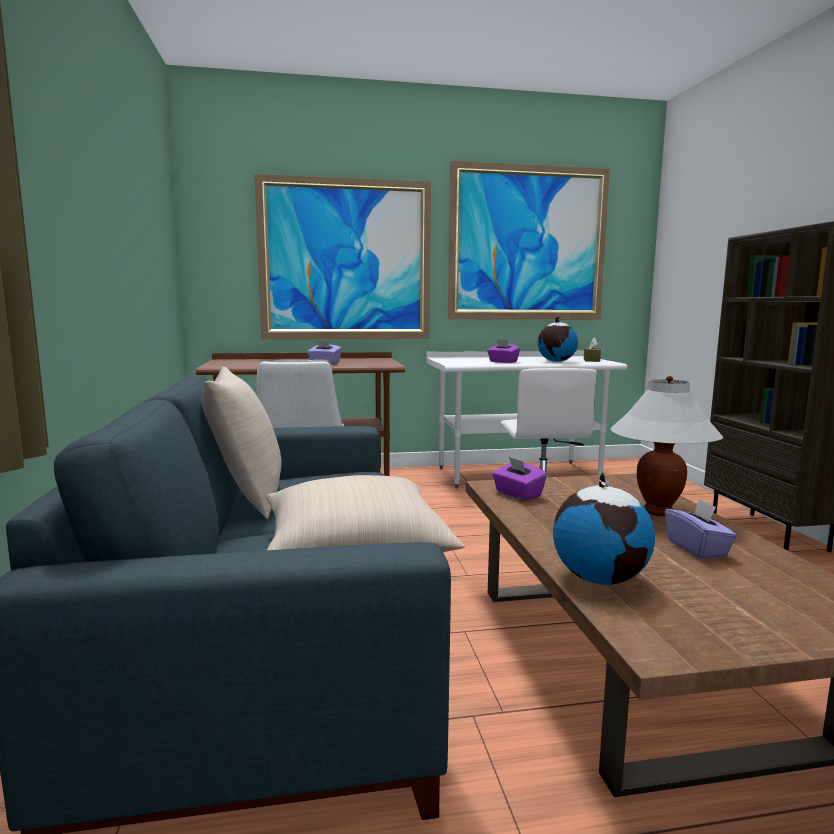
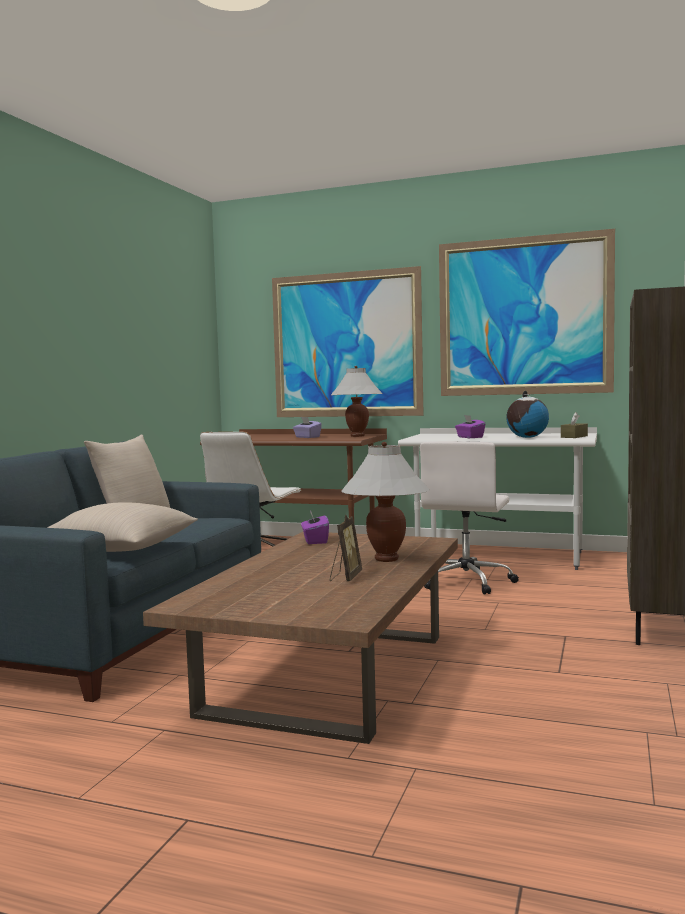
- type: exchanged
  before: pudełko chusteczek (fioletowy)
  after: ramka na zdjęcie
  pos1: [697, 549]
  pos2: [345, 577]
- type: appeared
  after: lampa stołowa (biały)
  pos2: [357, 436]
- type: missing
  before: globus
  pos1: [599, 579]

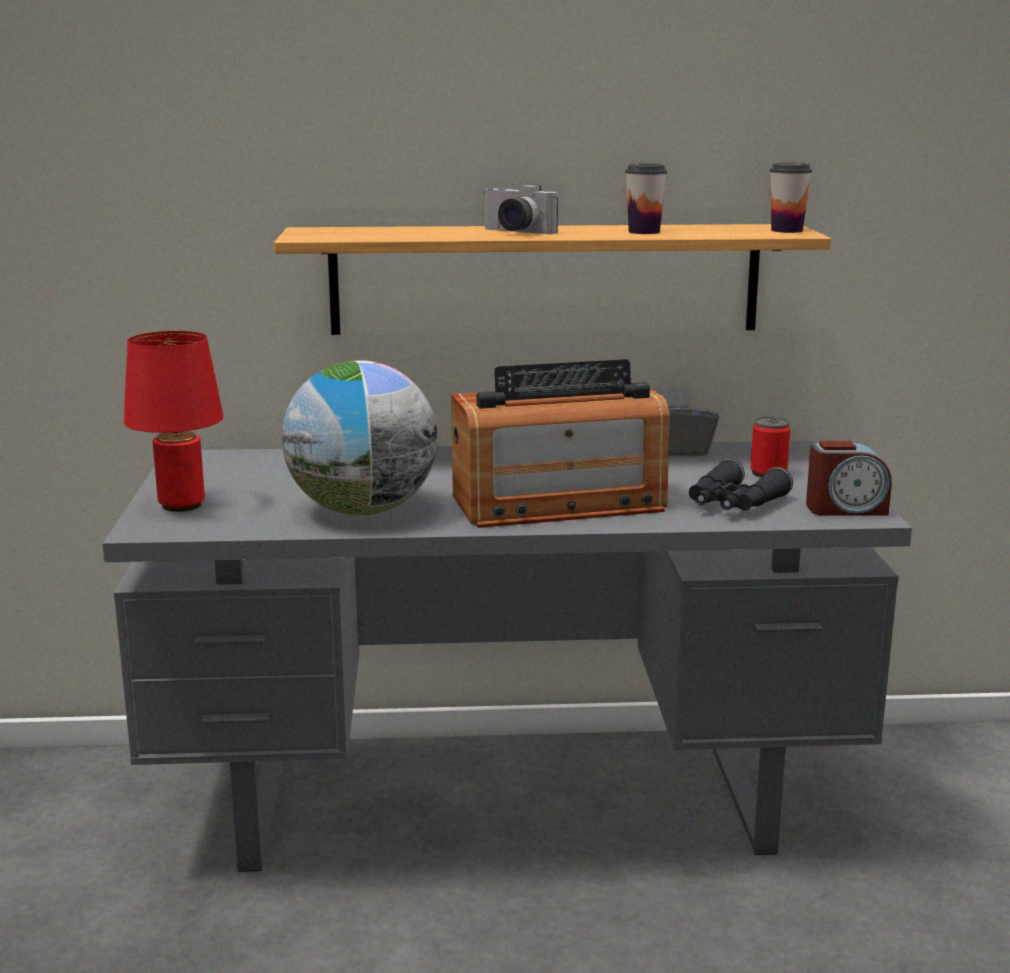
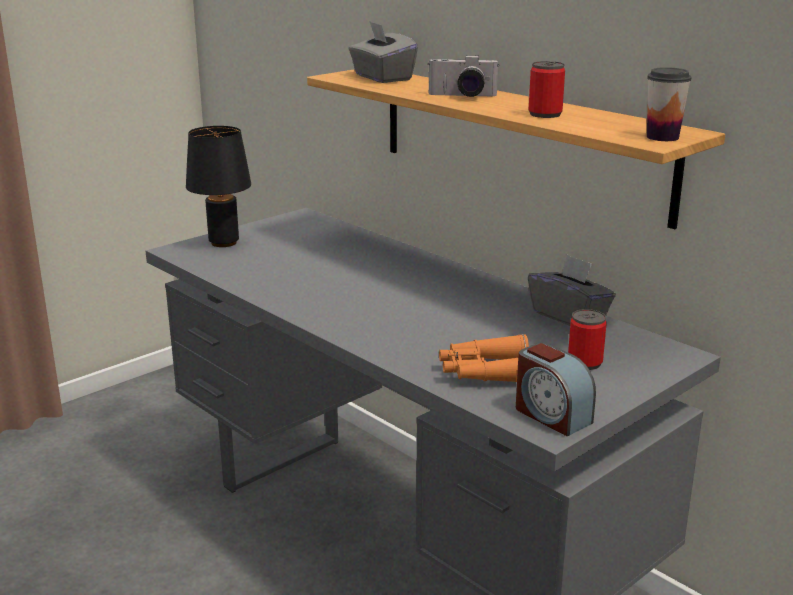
- type: colour
  before: lampa stołowa (czerwony)
  after: lampa stołowa (czarny)
  pos1: [183, 505]
  pos2: [224, 243]
- type: appeared
  after: pudełko chusteczek (szary)
  pos2: [382, 78]
- type: spun
  before: aparat fotograficzny
  pos1: [514, 232]
  pos2: [462, 96]
  turn: -75
- type: colour
  before: lornetka (czarny)
  after: lornetka (pomarańczowy)
  pos1: [733, 504]
  pos2: [486, 373]
- type: exchanged
  before: filiżanka
  after: puszka
  pos1: [644, 232]
  pos2: [545, 114]
- type: missing
  before: globus
  pos1: [362, 511]
- type: missing
  before: radio
  pos1: [558, 504]

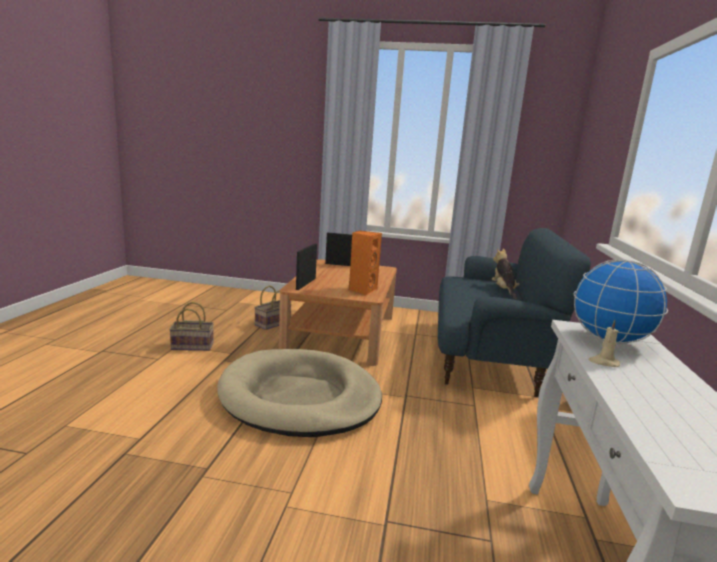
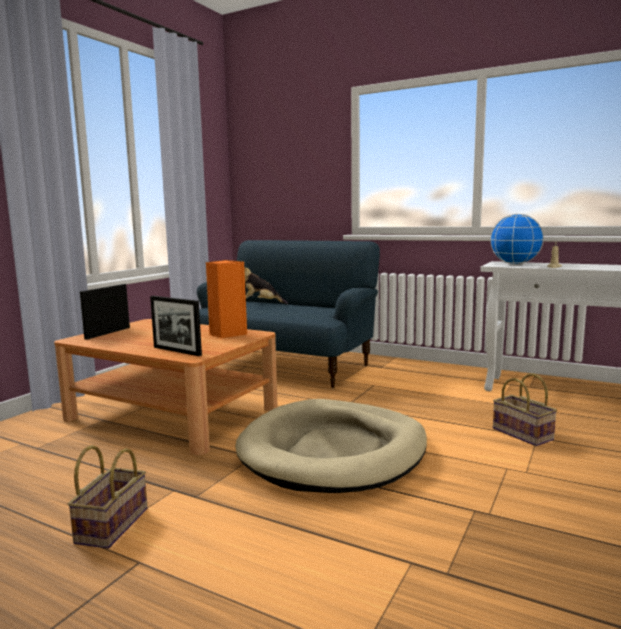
- type: relocated
  before: koszyk
  pos1: [272, 324]
  pos2: [524, 434]

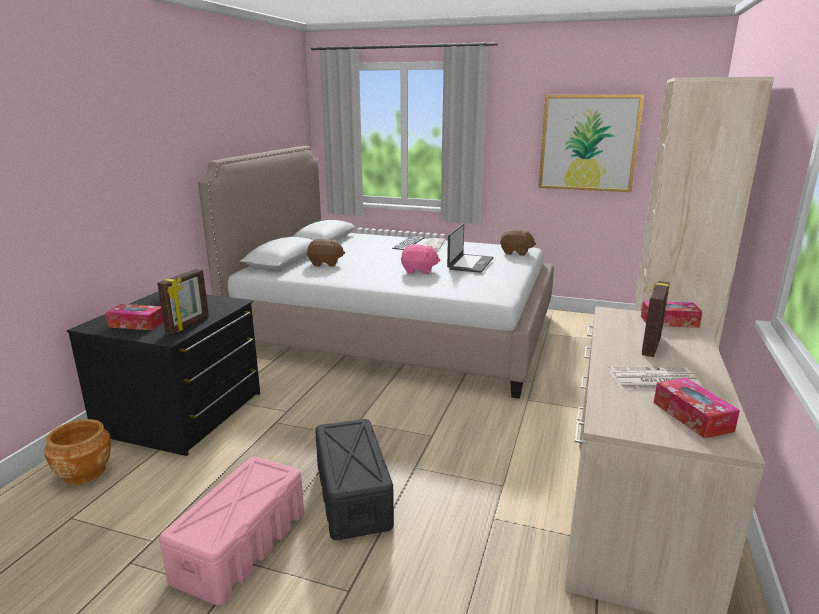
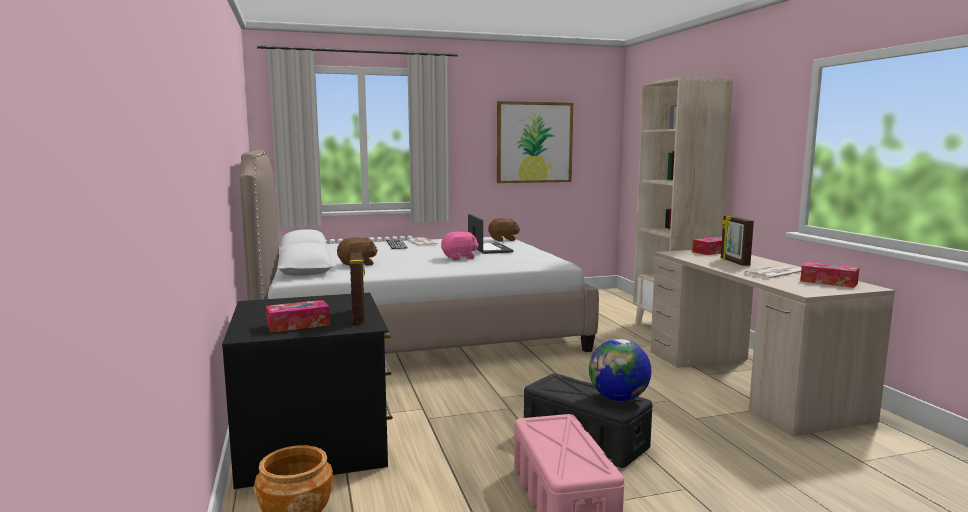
- type: appeared
  after: globus
  pos2: [618, 398]

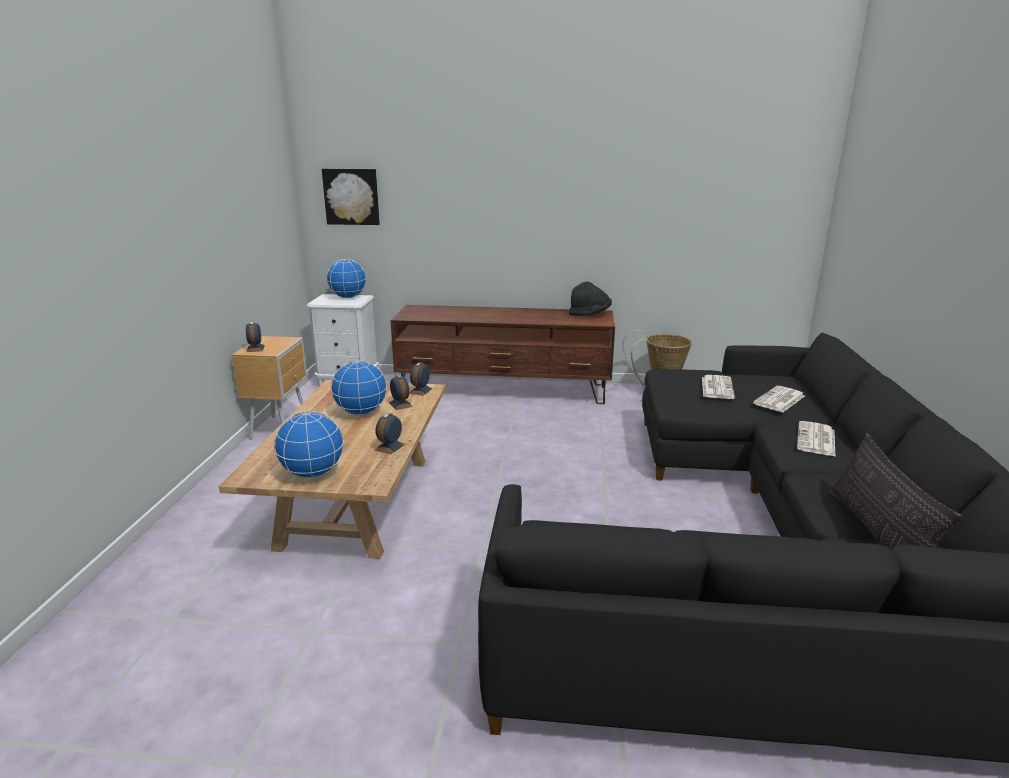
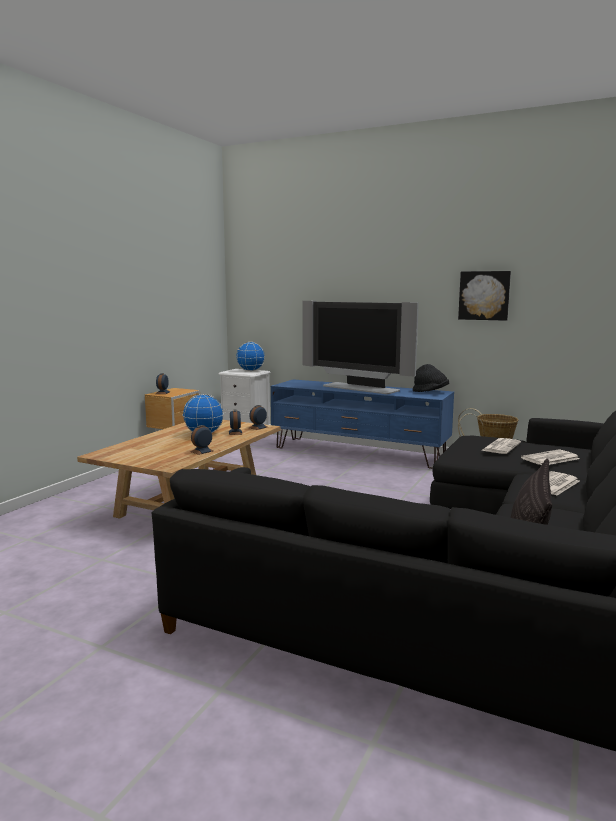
- type: colour
  before: szafka pod telewizor (brązowy)
  after: szafka pod telewizor (niebieski)
  pos1: [505, 390]
  pos2: [359, 452]
- type: appeared
  after: telewizor
  pos2: [359, 388]
- type: relocated
  before: obraz
  pos1: [352, 196]
  pos2: [484, 295]
- type: missing
  before: globus
  pos1: [313, 473]

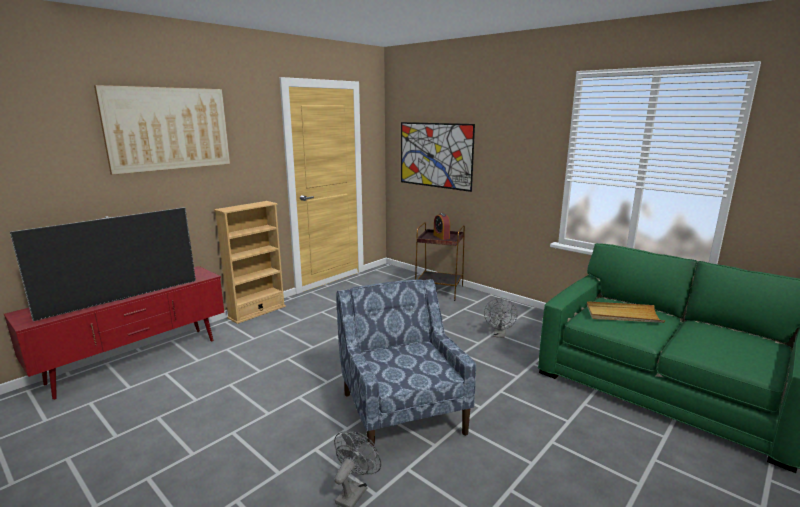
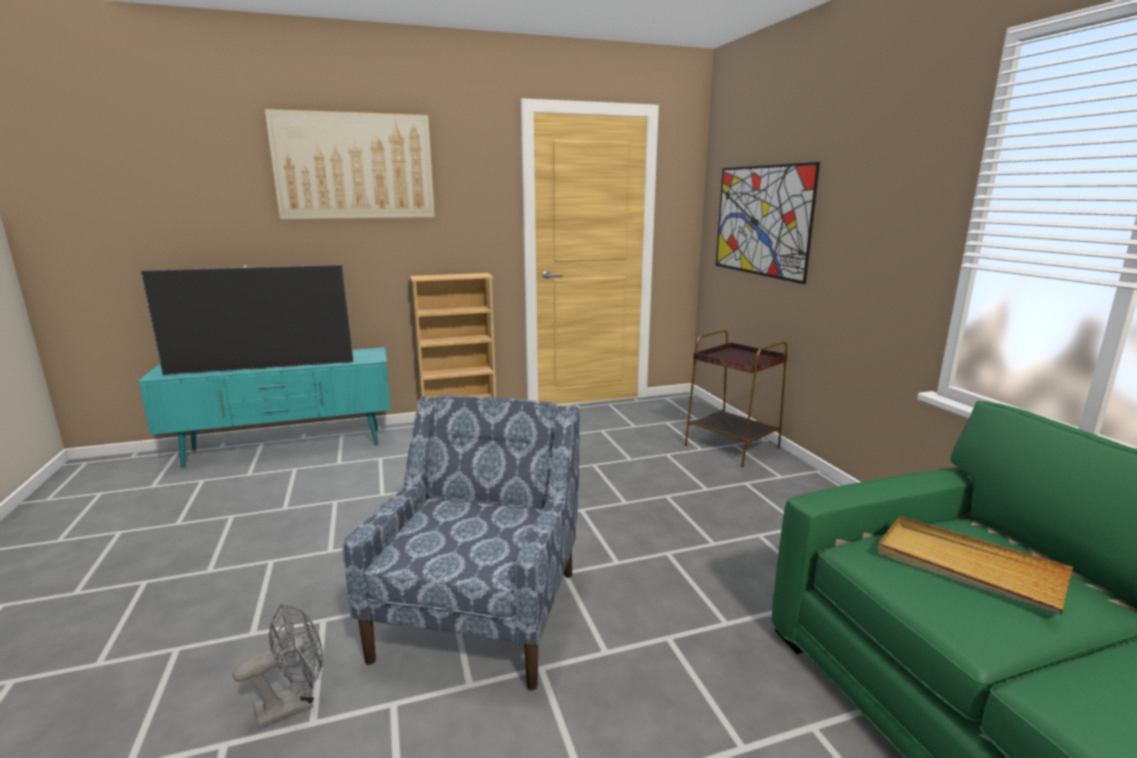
- type: colour
  before: szafka pod telewizor (czerwony)
  after: szafka pod telewizor (turkusowy)
  pos1: [136, 361]
  pos2: [286, 448]
- type: missing
  before: budzik
  pos1: [441, 237]
- type: missing
  before: wentylator (szary)
  pos1: [499, 335]

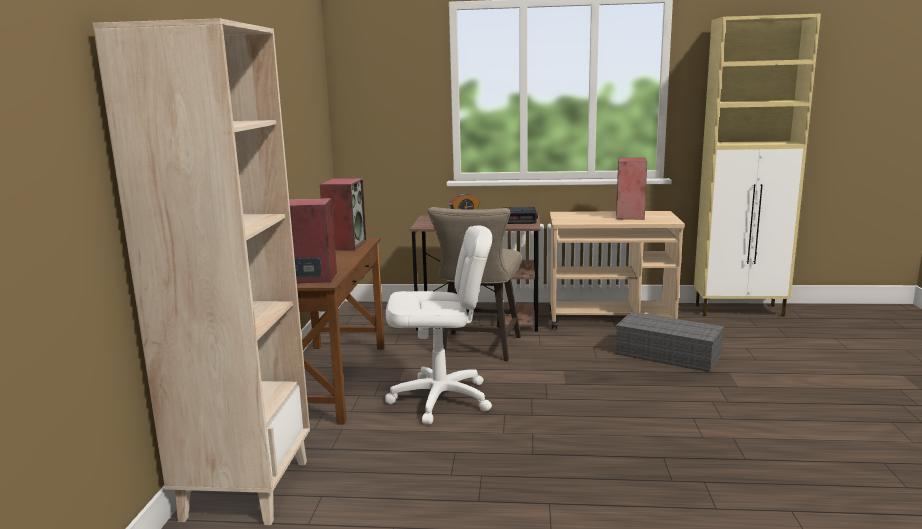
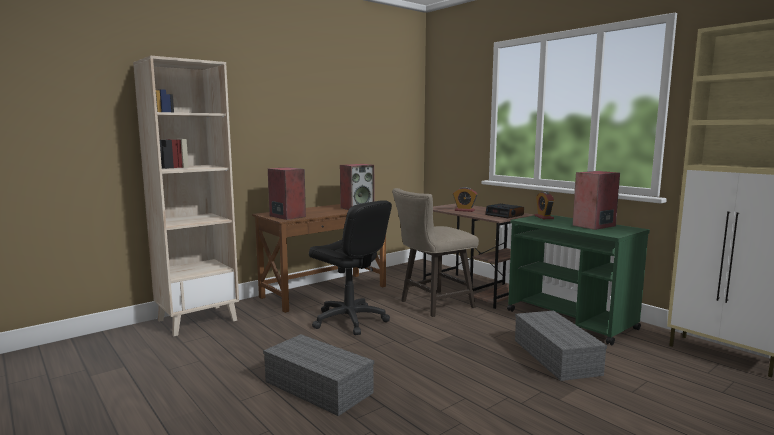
- type: appeared
  after: pojemnik do przechowywania (szary)
  pos2: [320, 387]
- type: colour
  before: krzesło biurowe (biały)
  after: krzesło biurowe (czarny)
  pos1: [441, 399]
  pos2: [349, 320]
- type: colour
  before: wózek (beżowy)
  after: wózek (zielony)
  pos1: [611, 319]
  pos2: [571, 320]
- type: appeared
  after: budzik
  pos2: [543, 217]

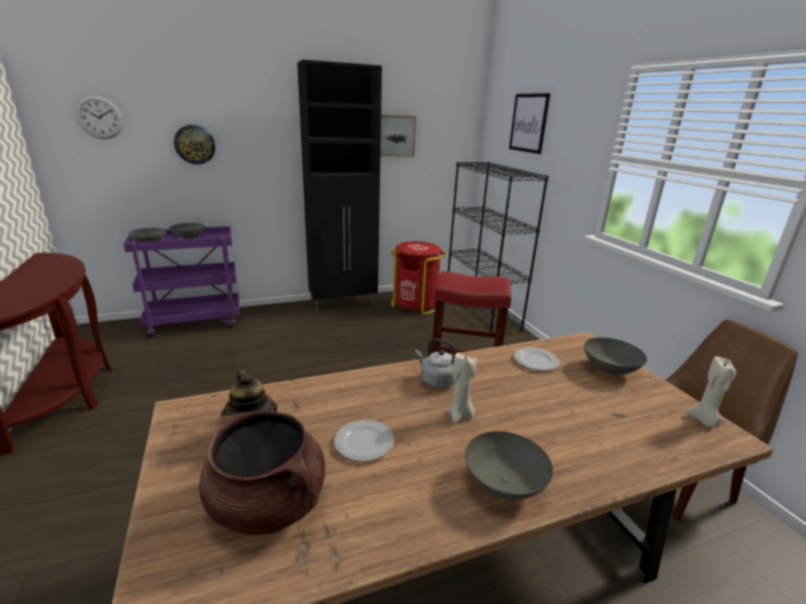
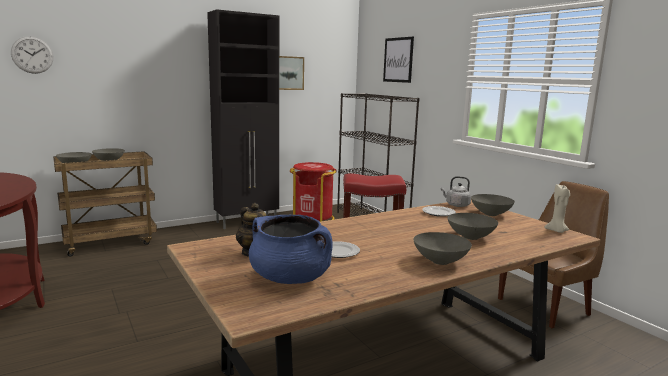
- type: colour
  before: wózek (fioletowy)
  after: wózek (brązowy)
  pos1: [196, 322]
  pos2: [111, 242]
- type: colour
  before: garnek (brązowy)
  after: garnek (niebieski)
  pos1: [268, 504]
  pos2: [290, 278]
- type: relocated
  before: czajnik (szary)
  pos1: [436, 380]
  pos2: [456, 205]
- type: appeared
  after: miska (szary)
  pos2: [470, 237]
- type: missing
  before: zegar ścienny
  pos1: [195, 144]
- type: missing
  before: świeca (beżowy)
  pos1: [460, 415]

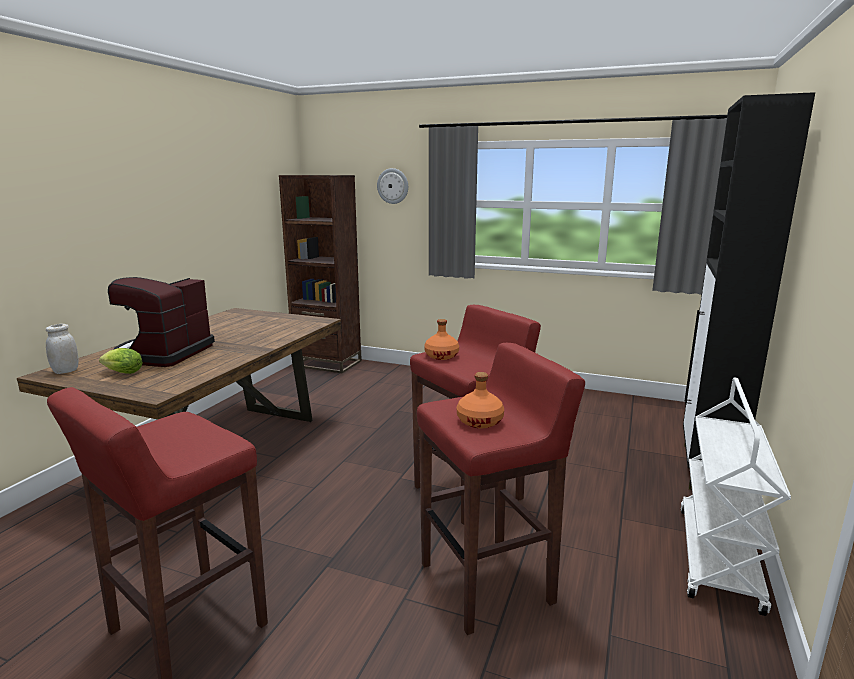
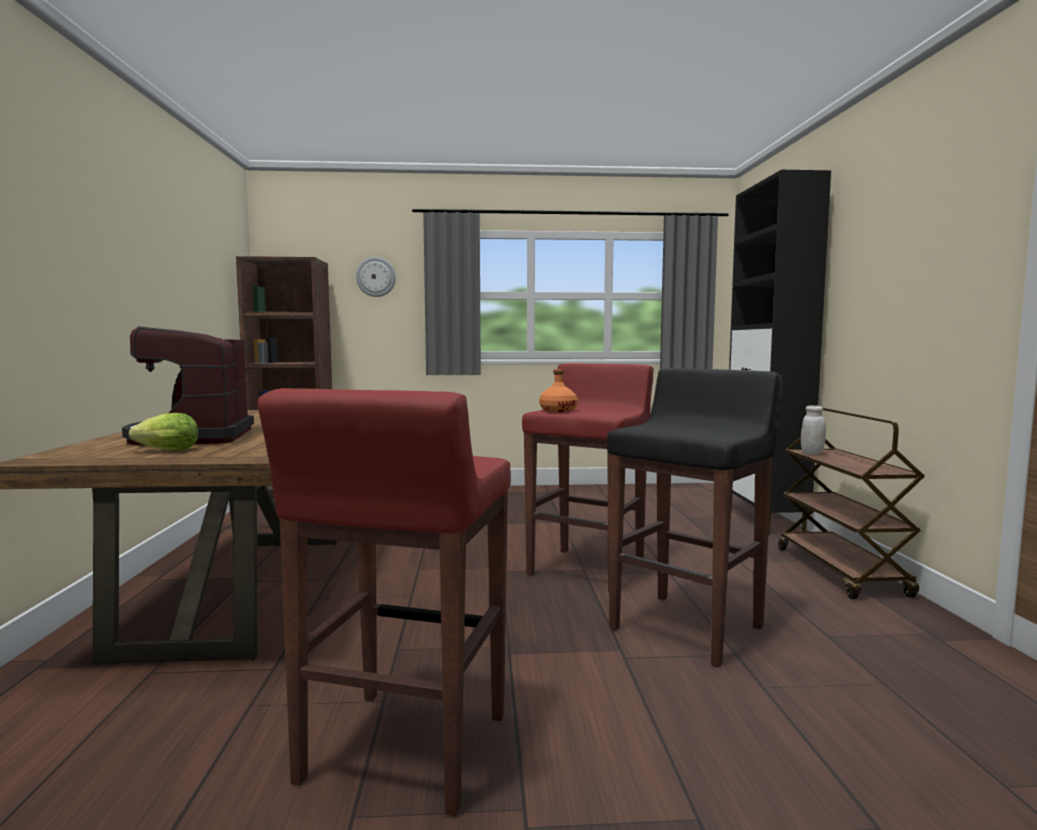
- type: colour
  before: stołek (czerwony)
  after: stołek (czarny)
  pos1: [488, 583]
  pos2: [688, 628]
- type: colour
  before: wózek (biały)
  after: wózek (brązowy)
  pos1: [718, 558]
  pos2: [841, 572]
- type: relocated
  before: słoik (biały)
  pos1: [66, 371]
  pos2: [812, 453]
- type: missing
  before: butelka (pomarańczowy)
  pos1: [480, 421]

